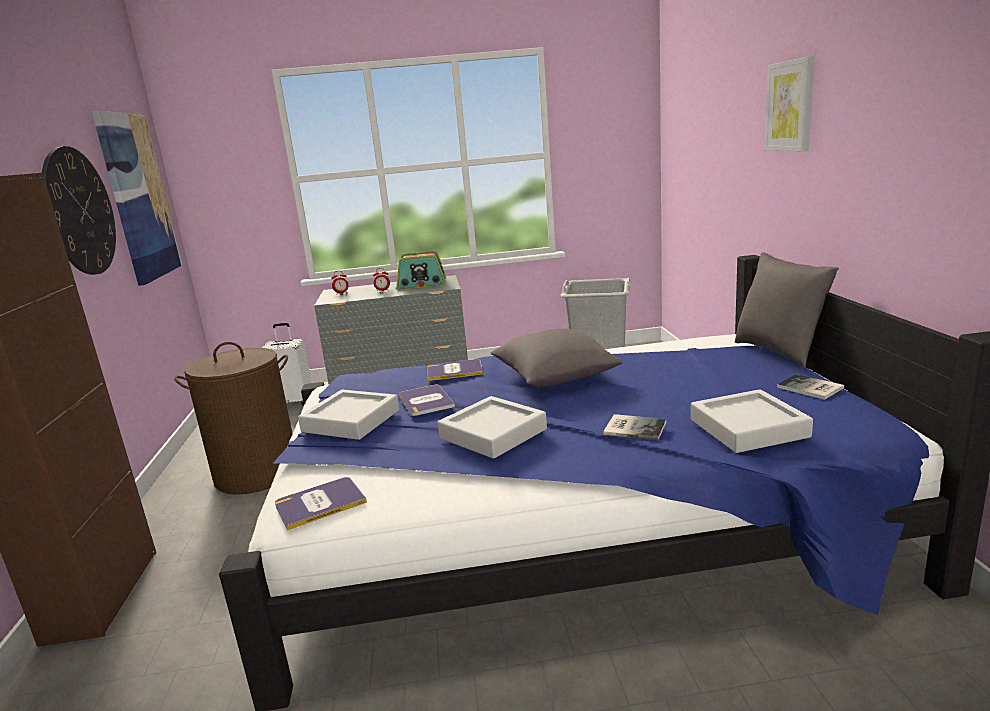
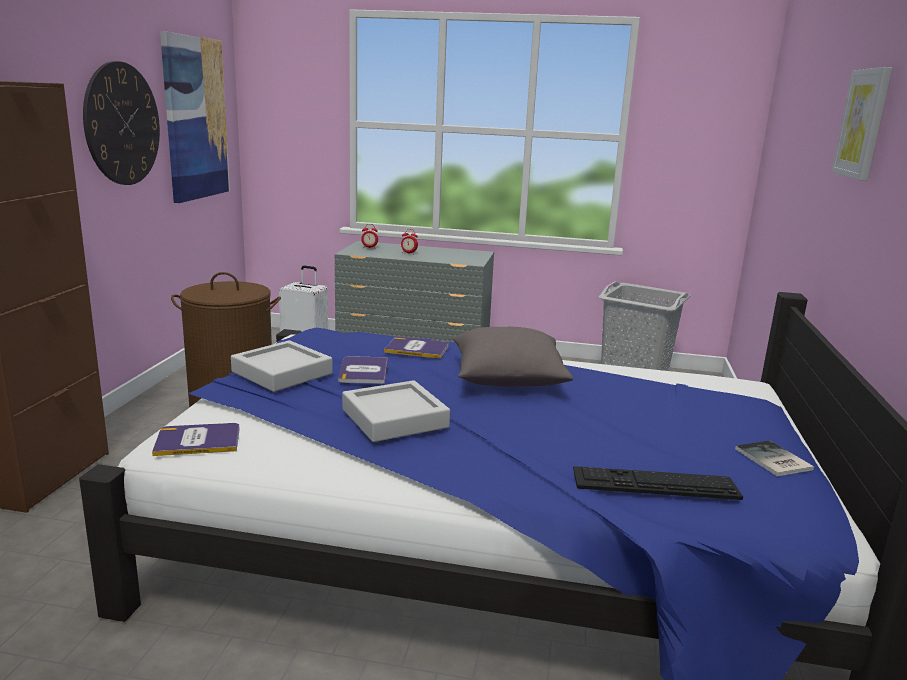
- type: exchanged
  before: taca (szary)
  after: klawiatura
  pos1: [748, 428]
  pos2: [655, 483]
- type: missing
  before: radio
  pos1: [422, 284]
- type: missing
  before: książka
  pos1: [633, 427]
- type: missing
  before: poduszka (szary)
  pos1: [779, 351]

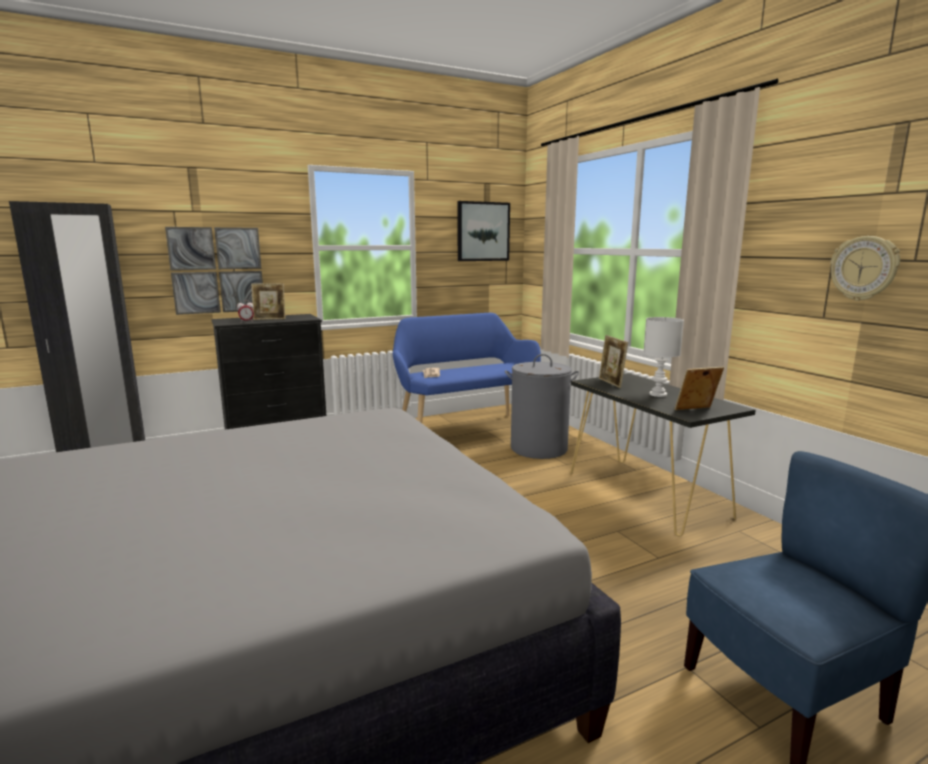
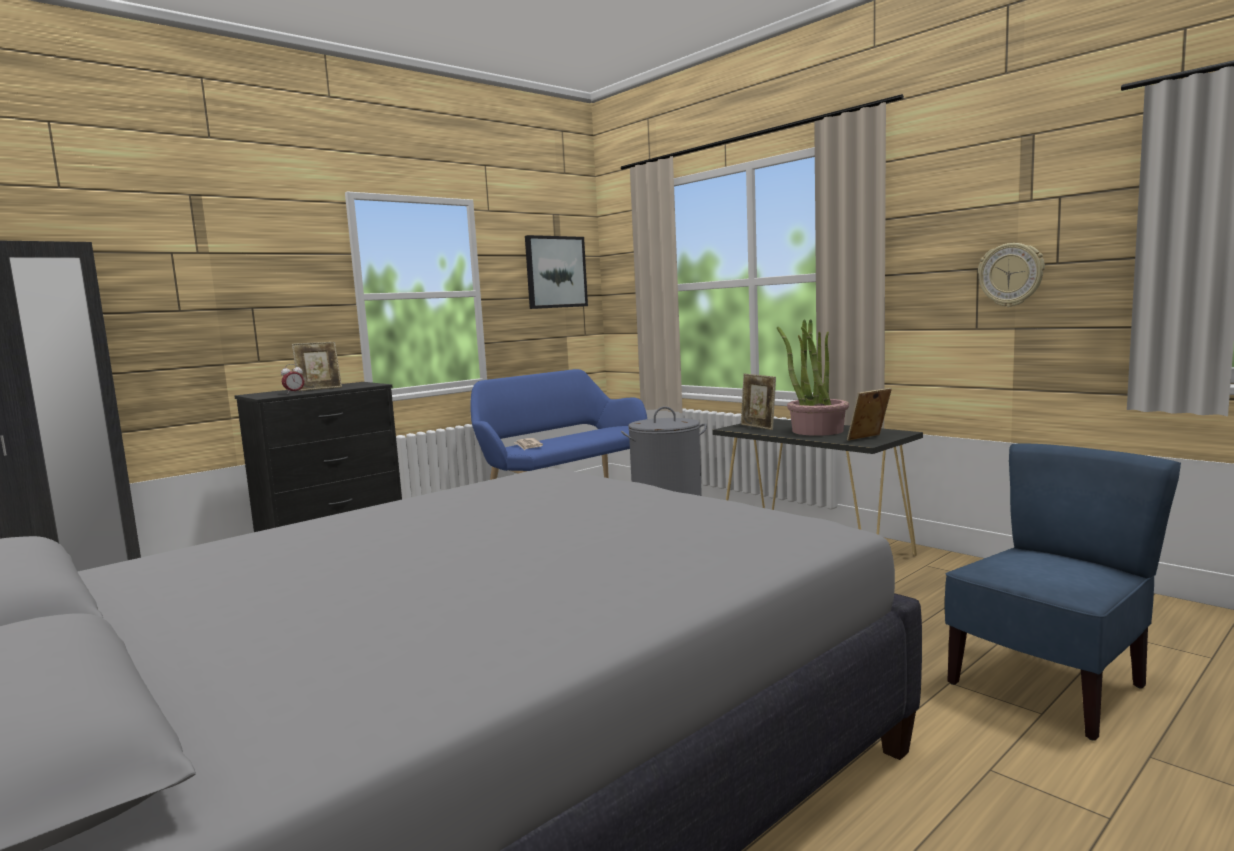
- type: exchanged
  before: lampa stołowa (biały)
  after: roślina doniczkowa
  pos1: [657, 394]
  pos2: [816, 431]
- type: missing
  before: obraz
  pos1: [217, 270]

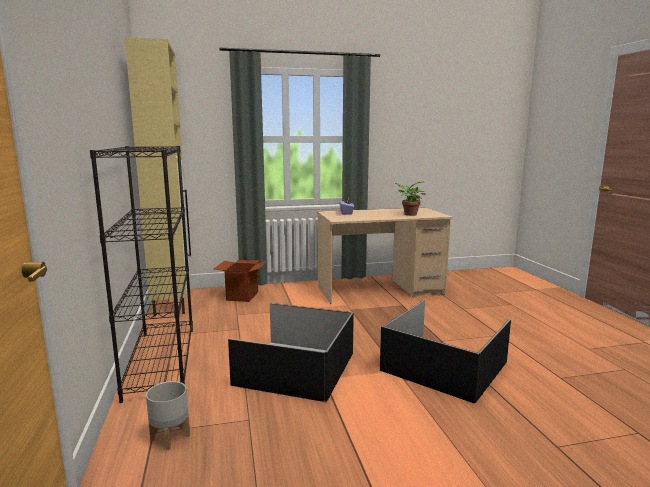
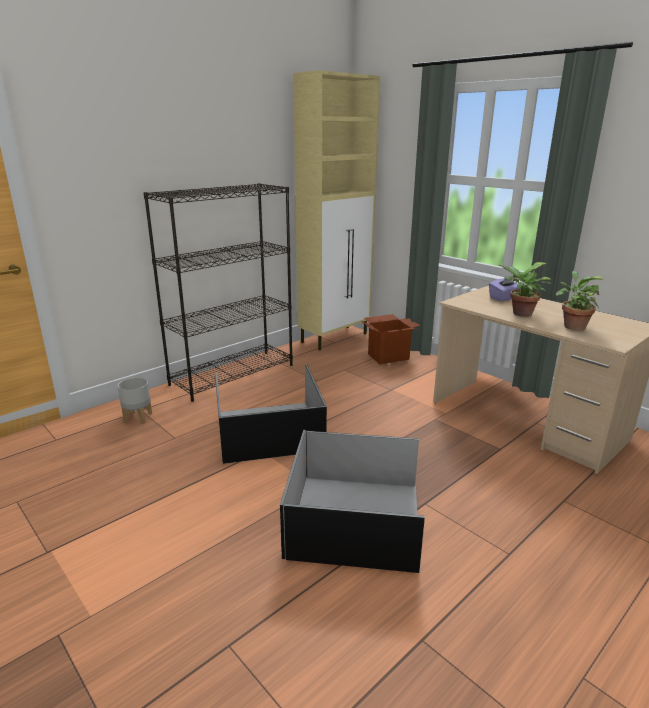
- type: appeared
  after: roślina doniczkowa
  pos2: [519, 313]

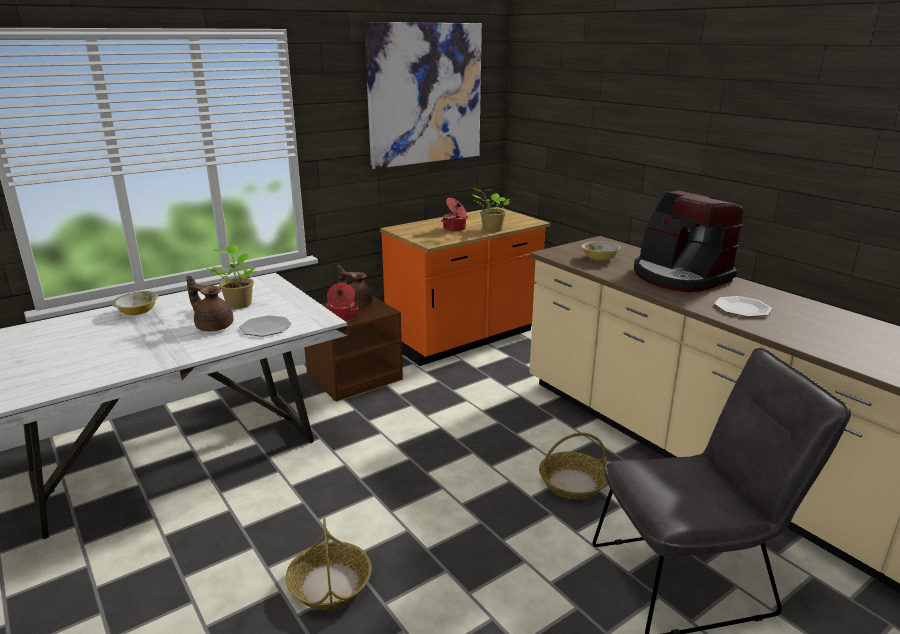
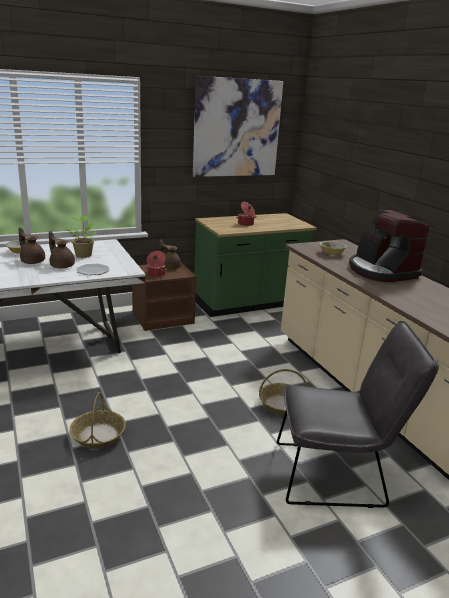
- type: appeared
  after: imbryk (brązowy)
  pos2: [32, 261]
- type: colour
  before: zabudowa kuchenna (pomarańczowy)
  after: zabudowa kuchenna (zielony)
  pos1: [465, 339]
  pos2: [249, 304]
- type: missing
  before: roślina doniczkowa
  pos1: [491, 230]
- type: missing
  before: talerz
  pos1: [742, 308]

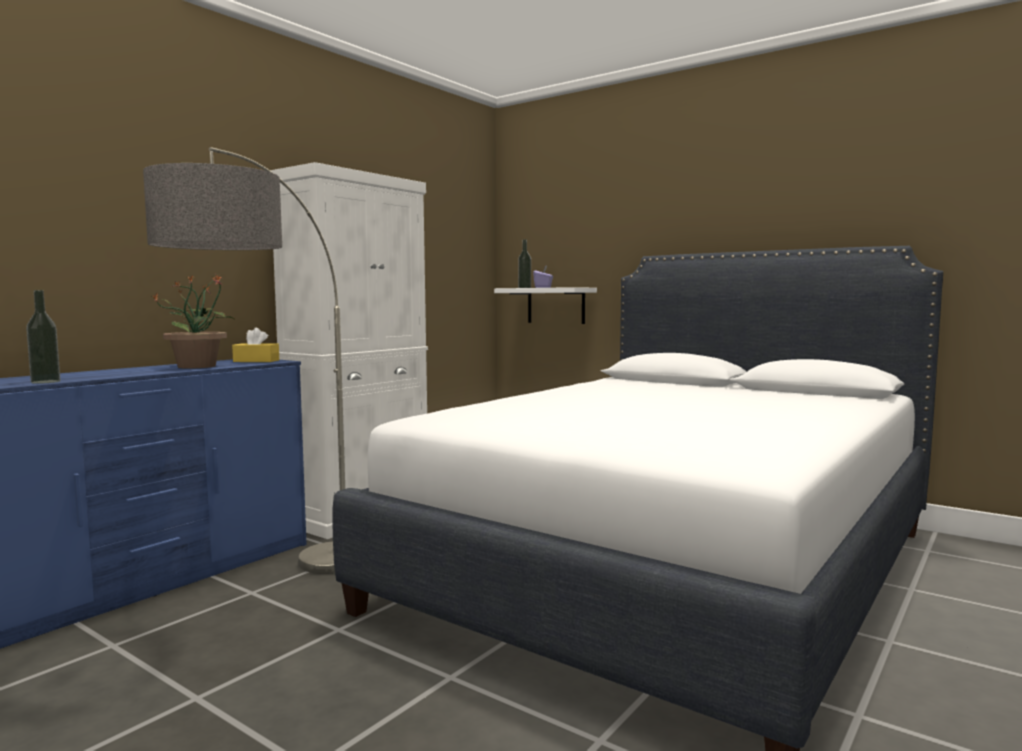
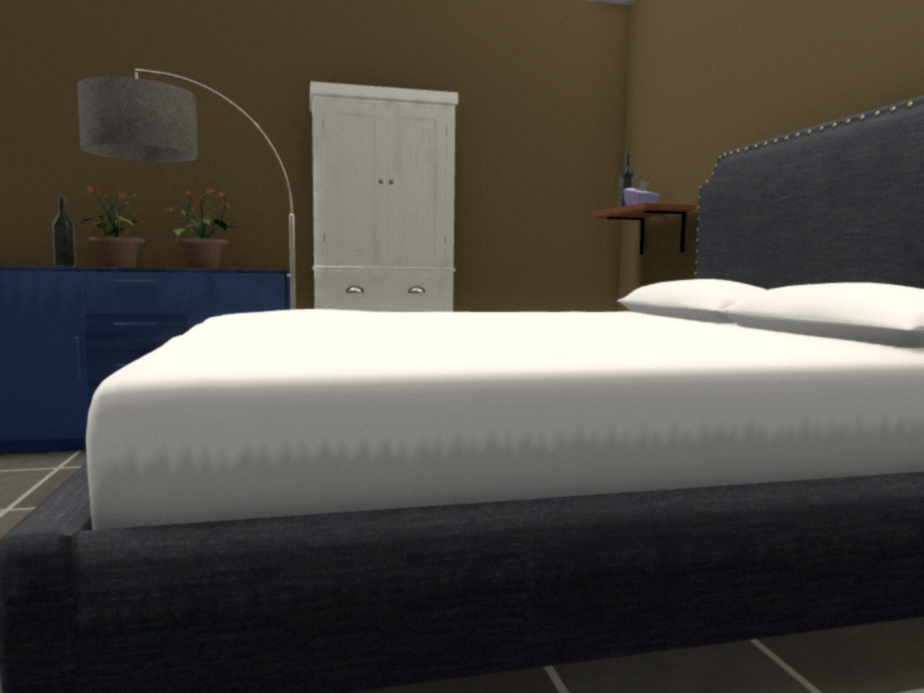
- type: appeared
  after: roślina doniczkowa
  pos2: [117, 266]
- type: colour
  before: półka (biały)
  after: półka (brązowy)
  pos1: [556, 305]
  pos2: [662, 231]
- type: missing
  before: pudełko chusteczek (żółty)
  pos1: [256, 361]

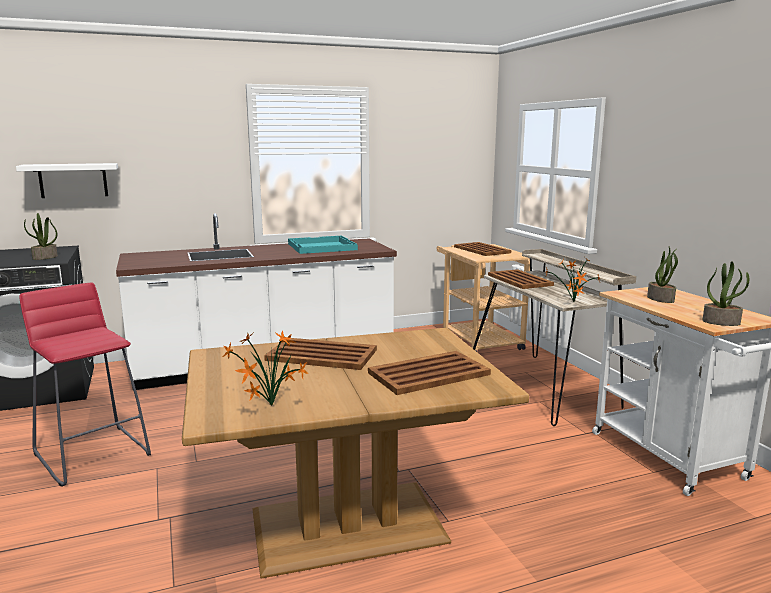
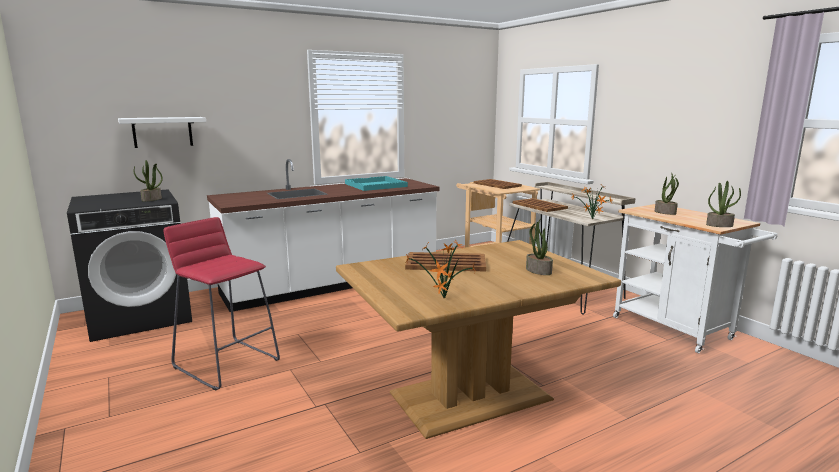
- type: exchanged
  before: taca (brązowy)
  after: roślina doniczkowa
  pos1: [427, 374]
  pos2: [538, 271]

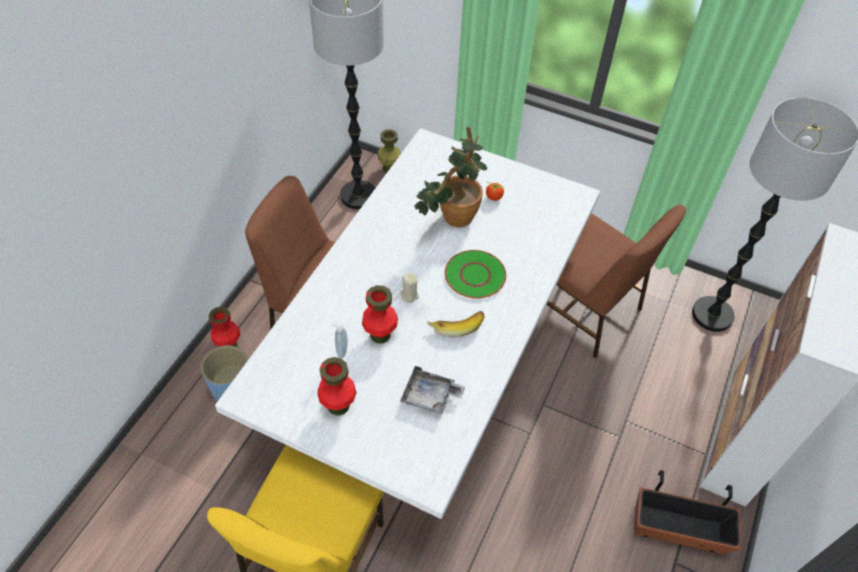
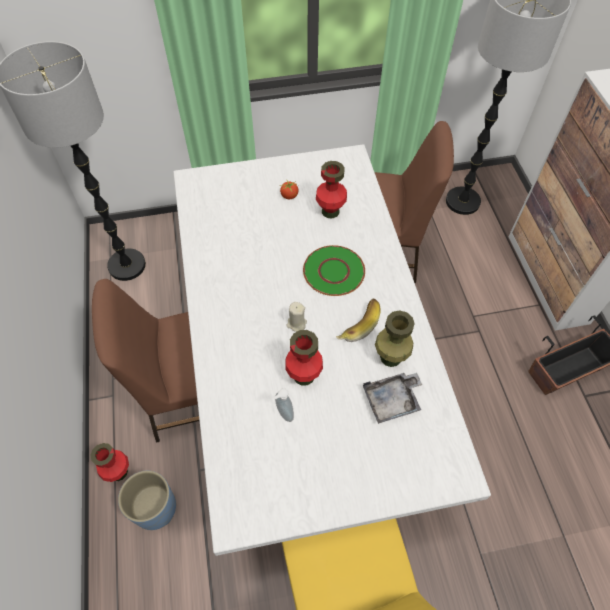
- type: relocated
  before: wazon (czerwony)
  pos1: [338, 406]
  pos2: [330, 211]
- type: relocated
  before: wazon (zielony)
  pos1: [389, 168]
  pos2: [390, 357]
- type: missing
  before: roślina doniczkowa
  pos1: [451, 219]

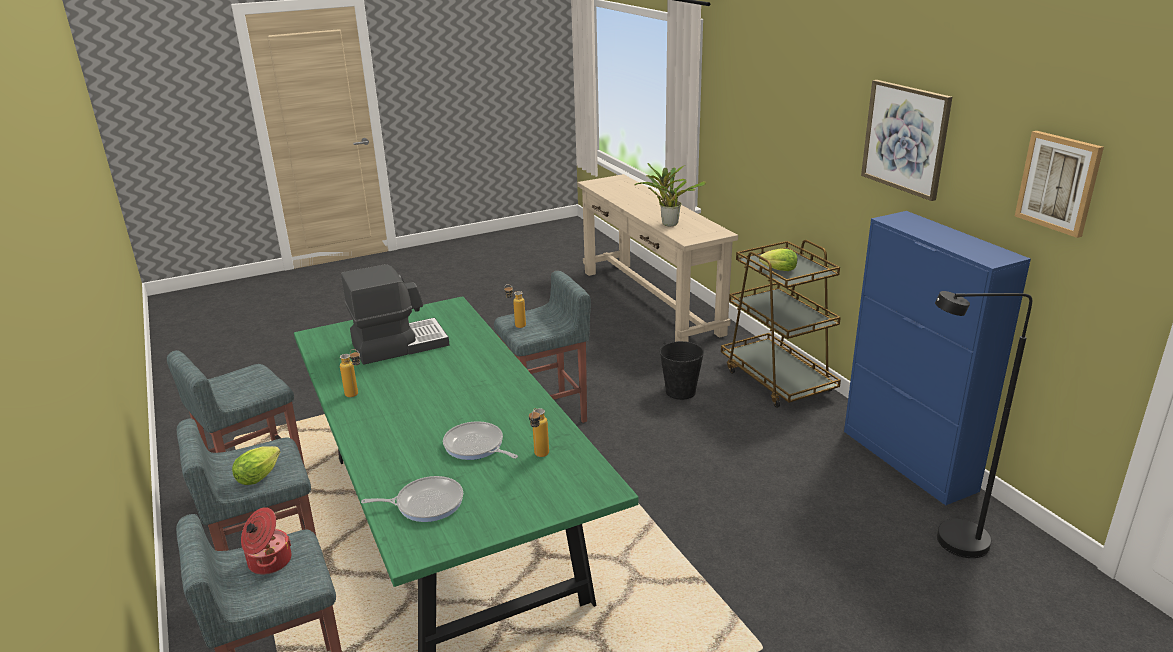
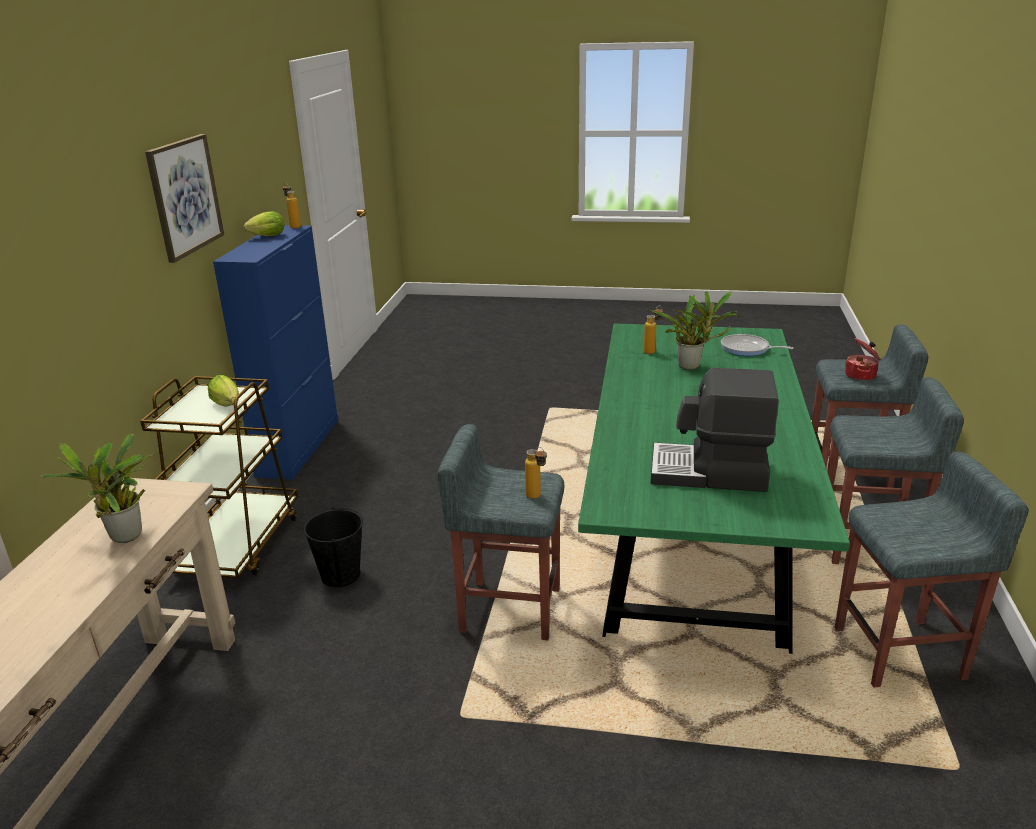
- type: relocated
  before: sałata
  pos1: [261, 475]
  pos2: [265, 237]
- type: relocated
  before: butelka
  pos1: [356, 395]
  pos2: [294, 226]
- type: exchanged
  before: patelnia
  after: roślina doniczkowa
  pos1: [476, 446]
  pos2: [692, 367]
- type: missing
  before: lampa stojąca (czarny)
  pos1: [948, 543]
- type: missing
  before: obraz
  pos1: [1059, 182]

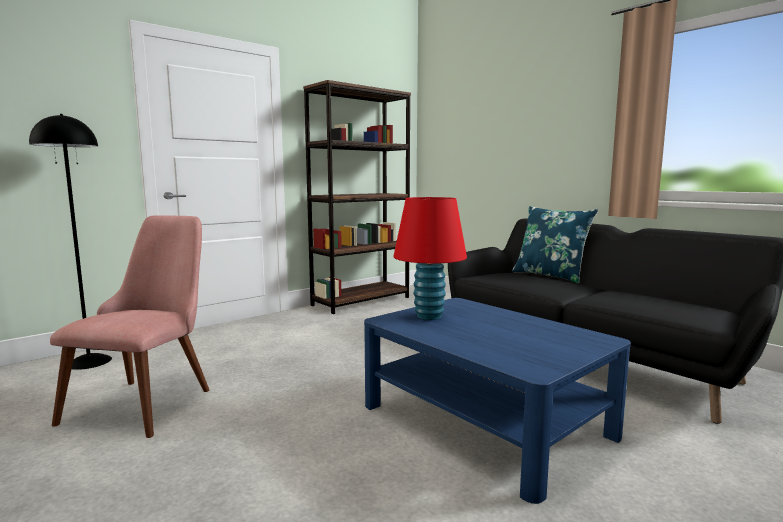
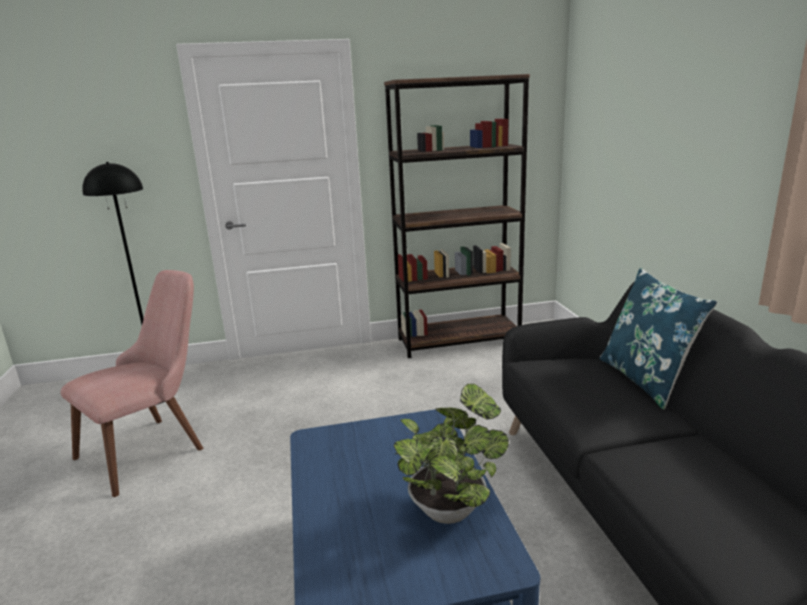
- type: appeared
  after: roślina doniczkowa
  pos2: [451, 506]
- type: missing
  before: lampa stołowa (czerwony)
  pos1: [429, 316]

